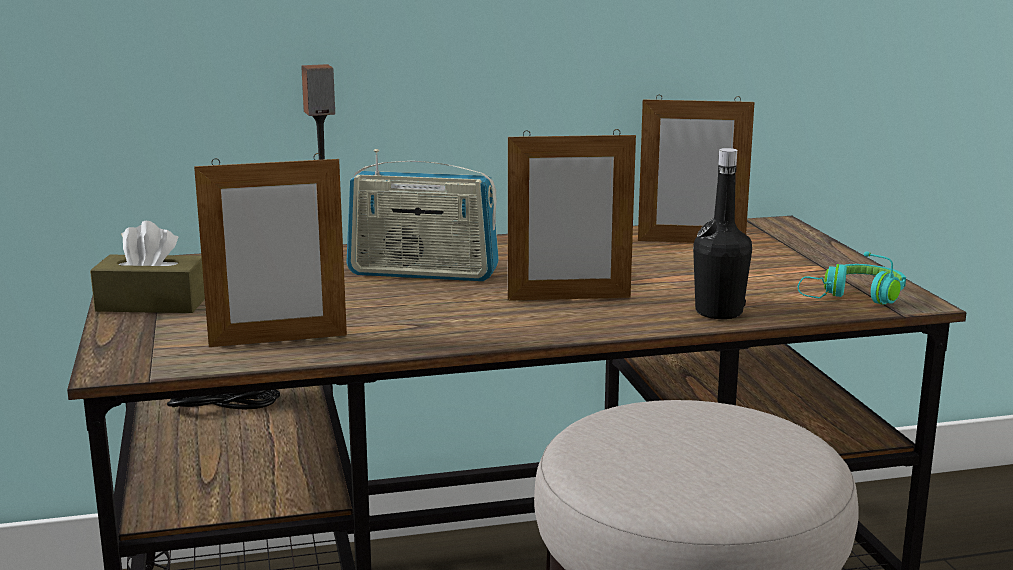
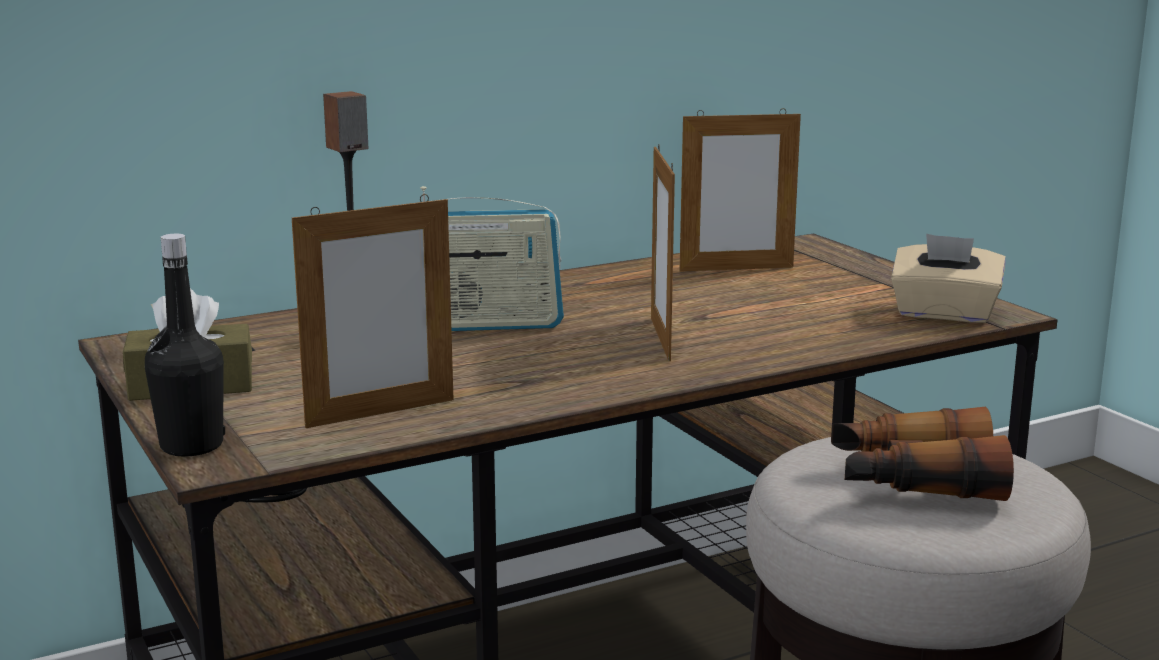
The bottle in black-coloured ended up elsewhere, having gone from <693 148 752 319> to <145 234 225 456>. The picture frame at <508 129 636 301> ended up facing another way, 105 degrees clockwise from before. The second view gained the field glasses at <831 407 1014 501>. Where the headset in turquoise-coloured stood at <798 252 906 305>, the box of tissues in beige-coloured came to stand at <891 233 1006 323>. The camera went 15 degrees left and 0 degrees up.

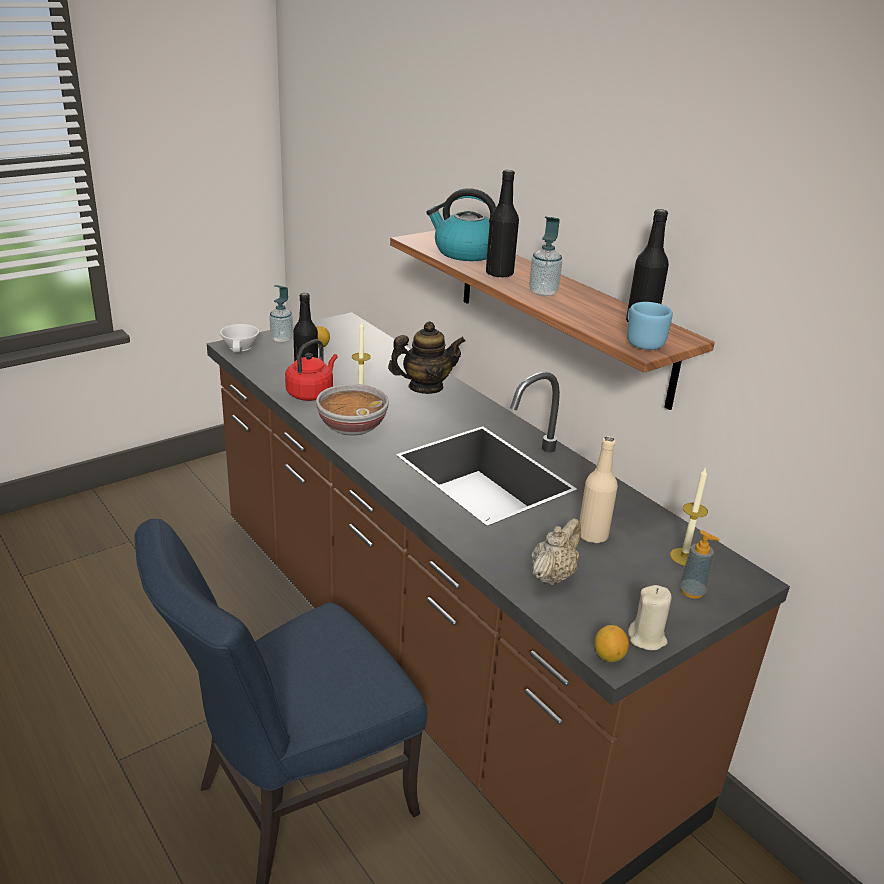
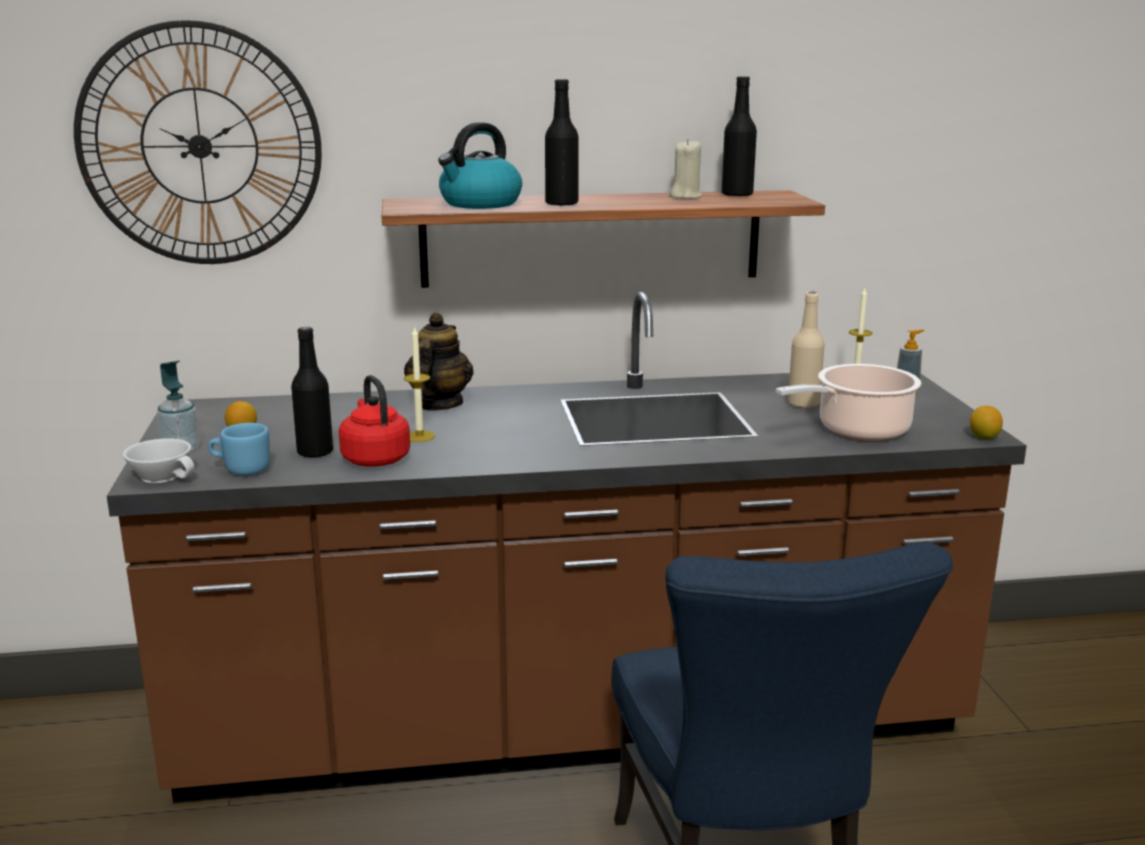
The second view gained the clock on the wall at <74 20 322 264>. The tea mug in bluish ended up elsewhere, having gone from <627 302 673 350> to <208 423 270 475>. The wax candle in beige-coloured ended up elsewhere, having gone from <628 585 672 650> to <669 139 703 199>. Where the teapot in beige-coloured stood at <531 518 581 585>, the stockpot came to stand at <776 364 921 440>. The second view lost the bowl at <316 384 389 436>. The second view lost the soap dispenser at <529 216 562 296>. The camera went 60 degrees left and 10 degrees down.

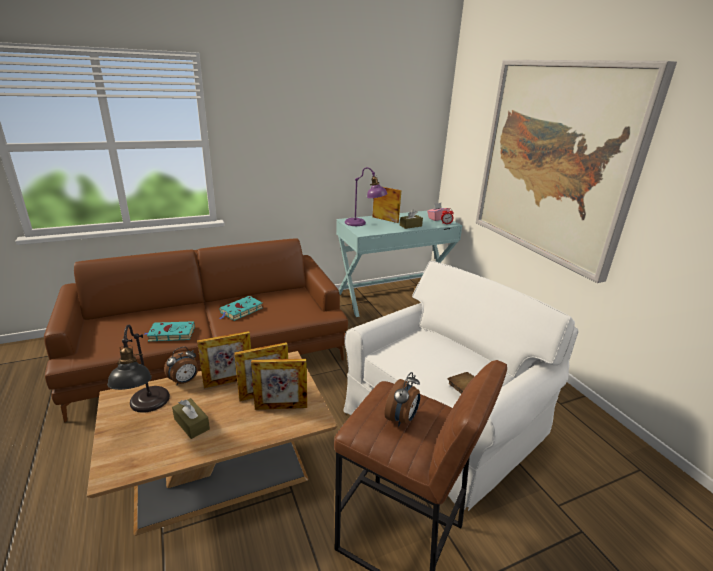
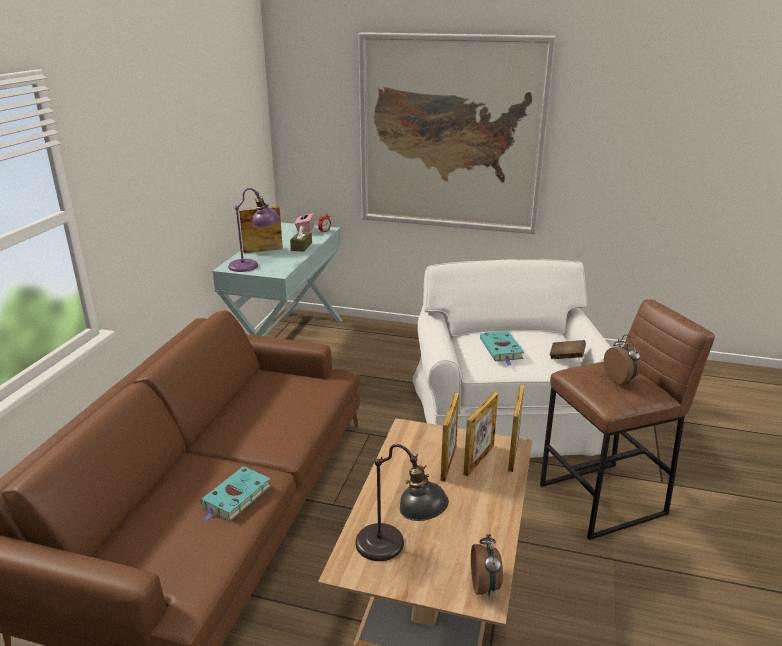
The table clock ended up elsewhere, having gone from <164 347 198 385> to <471 534 503 596>. The volume in turquoise-coloured ended up elsewhere, having gone from <219 296 263 321> to <480 331 524 366>. The picture frame ended up elsewhere, having gone from <197 331 251 388> to <508 385 524 472>. The second view lost the box of tissues in brownish at <172 398 210 439>. The camera went 50 degrees left and 0 degrees up.

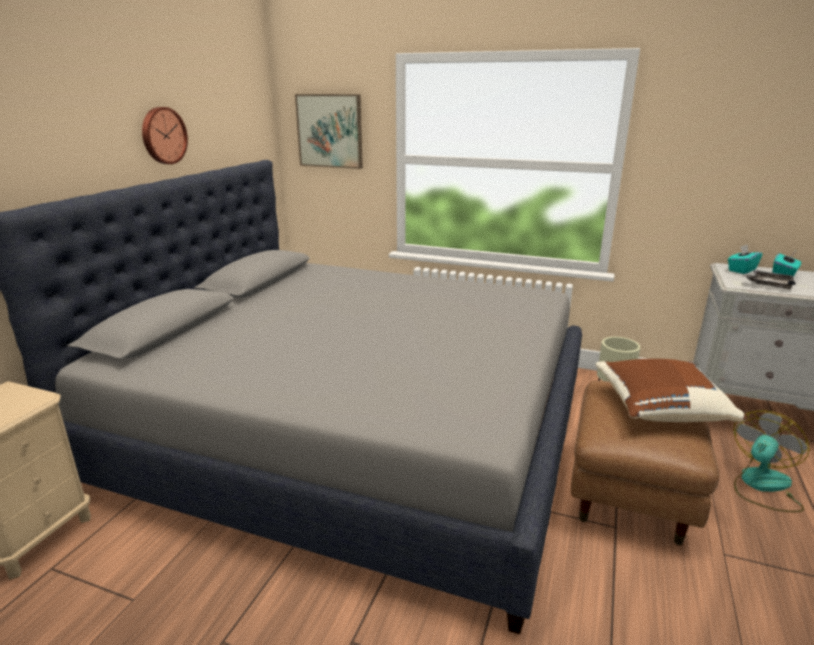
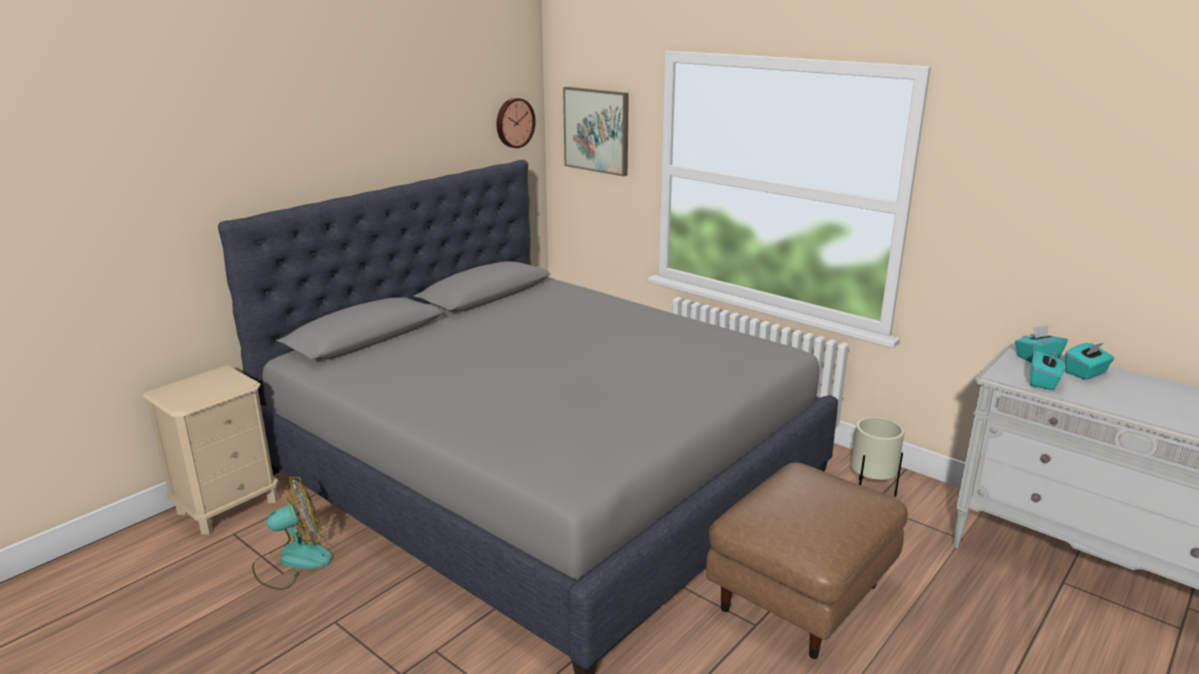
The electric fan ended up elsewhere, having gone from <733 410 810 512> to <252 476 332 590>. The clock on the wall ended up elsewhere, having gone from <142 107 188 164> to <497 98 536 148>. Where the serving tray in grey stood at <743 270 796 289>, the box of tissues in turquoise-coloured came to stand at <1030 350 1065 390>. The second view lost the cushion in brownish at <595 359 746 422>. The camera went 20 degrees right and 0 degrees up.

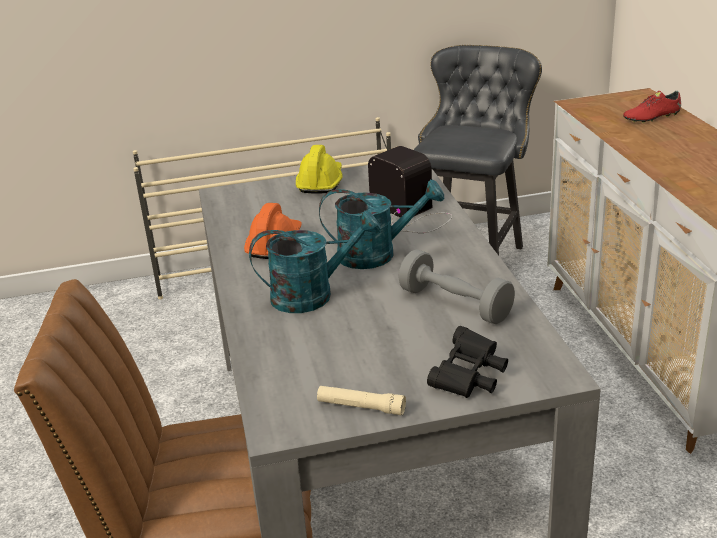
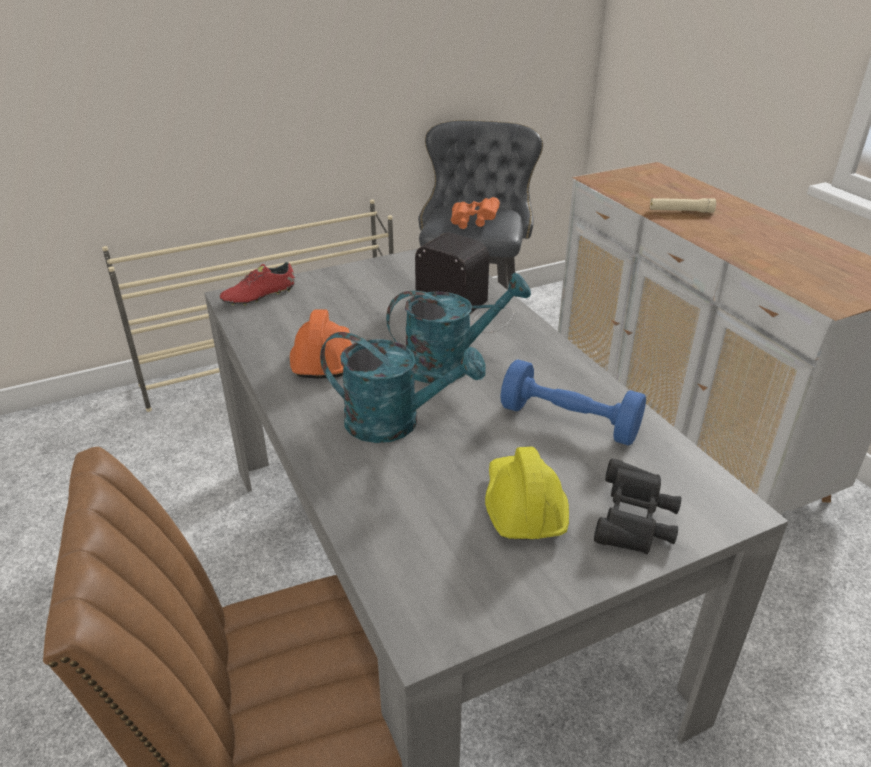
The low shoe in reddish ended up elsewhere, having gone from <623 91 681 123> to <220 262 295 305>. The watering can in turquoise-coloured at <249 210 381 313> ended up facing another way, 45 degrees clockwise from before. The second view gained the field glasses in orange-coloured at <451 197 500 229>. The hard hat in yellowish ended up elsewhere, having gone from <296 145 343 194> to <485 446 569 540>. What was the hand weight in grey at <398 249 515 324> turned into the hand weight in bluish at <500 359 646 445>. The flashlight in beige-coloured ended up elsewhere, having gone from <317 386 406 415> to <650 198 716 213>. The camera went 15 degrees left and 5 degrees up.

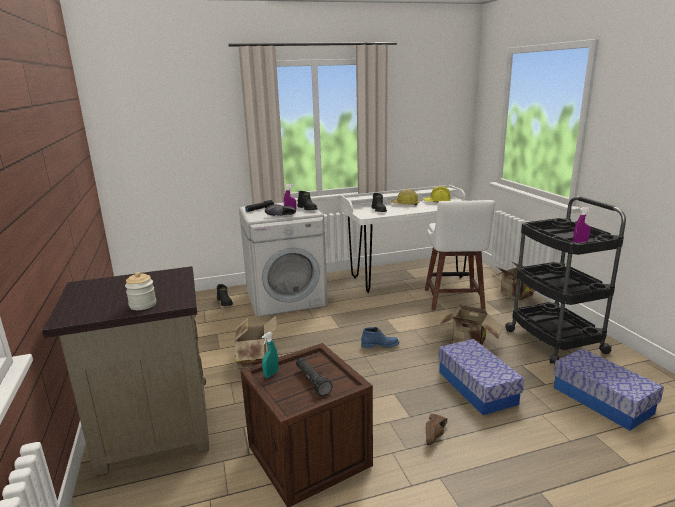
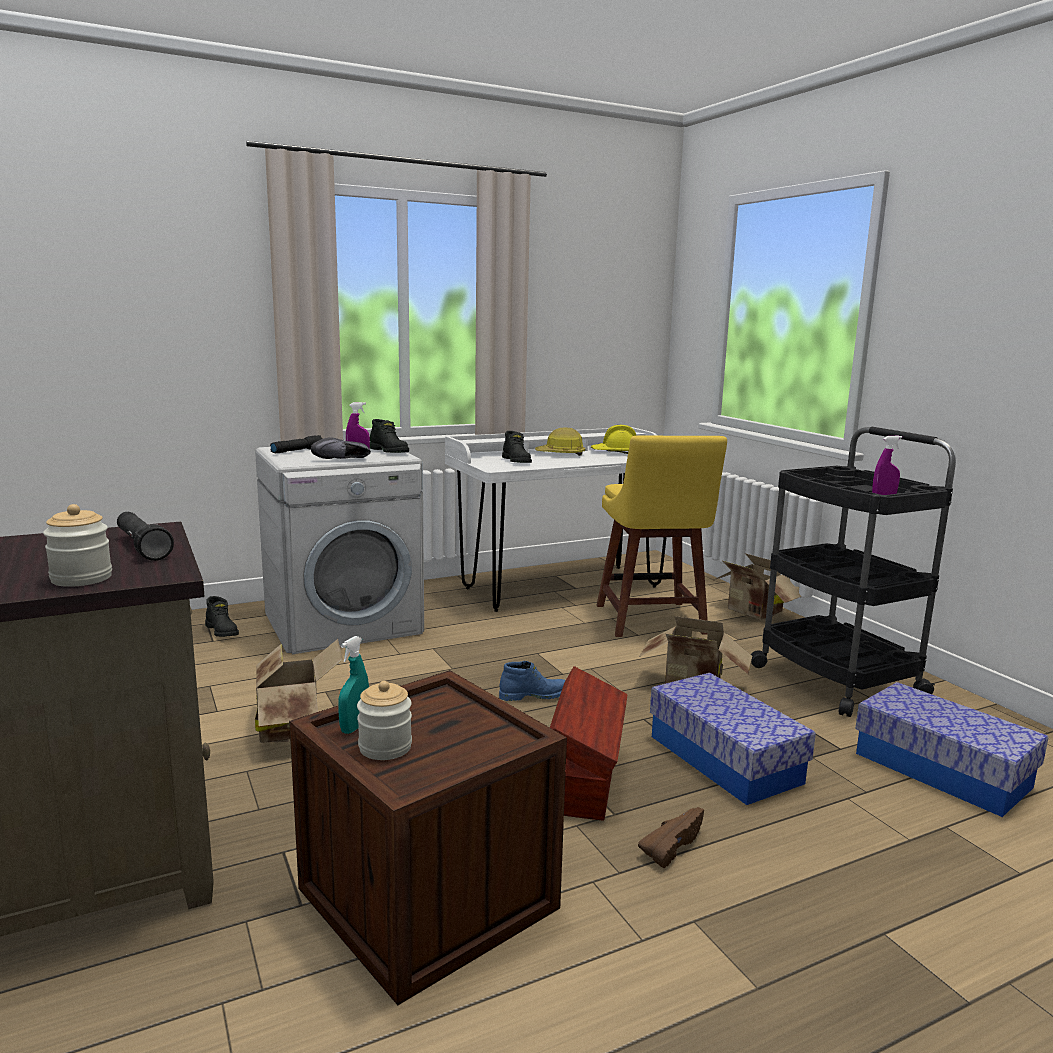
The flashlight in black-coloured ended up elsewhere, having gone from <296 358 333 396> to <117 512 174 561>. The second view gained the storage jar at <357 681 412 760>. The second view gained the storage container in brownish at <550 666 627 821>. What was the stool in white at <425 200 495 310> turned into the stool in yellowish at <597 435 727 637>. The low shoe in brownish at <426 414 447 445> ended up facing another way, 150 degrees counterclockwise from before. The camera went 10 degrees left and 5 degrees down.

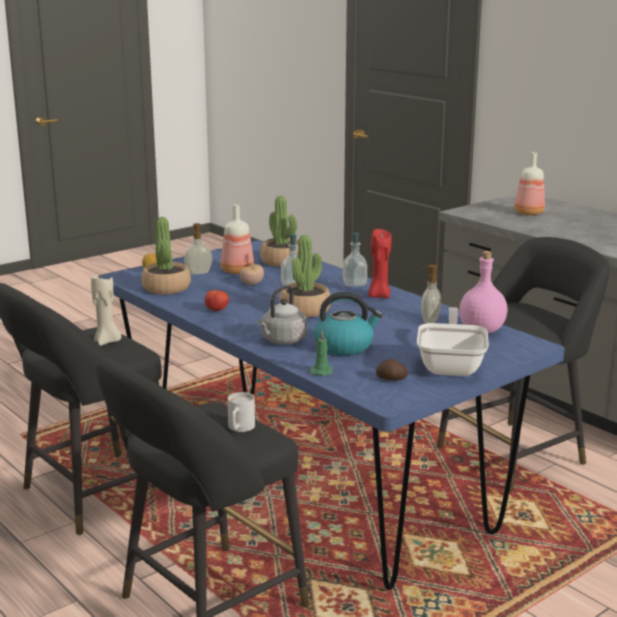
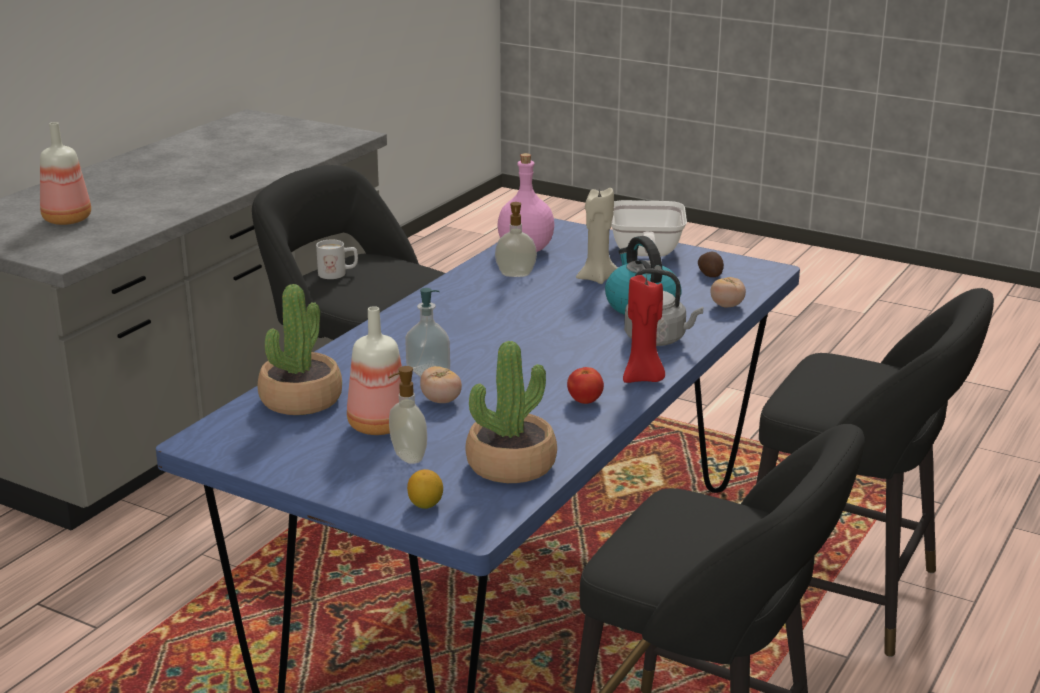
The tea mug in white ended up elsewhere, having gone from <228 392 255 432> to <316 239 358 279>. The wax candle in beige-coloured ended up elsewhere, having gone from <91 273 122 346> to <576 187 617 284>. The frying pan at <417 307 489 376> ended up facing another way, 75 degrees counterclockwise from before. The wax candle in reddish ended up elsewhere, having gone from <368 229 392 298> to <623 275 665 383>. Where the wax candle in green stood at <310 331 333 376>, the whole tomato came to stand at <710 277 746 307>. The second view lost the potted plant at <279 235 331 318>. The second view lost the soap dispenser at <343 233 367 286>. The camera went 110 degrees left and 5 degrees up.

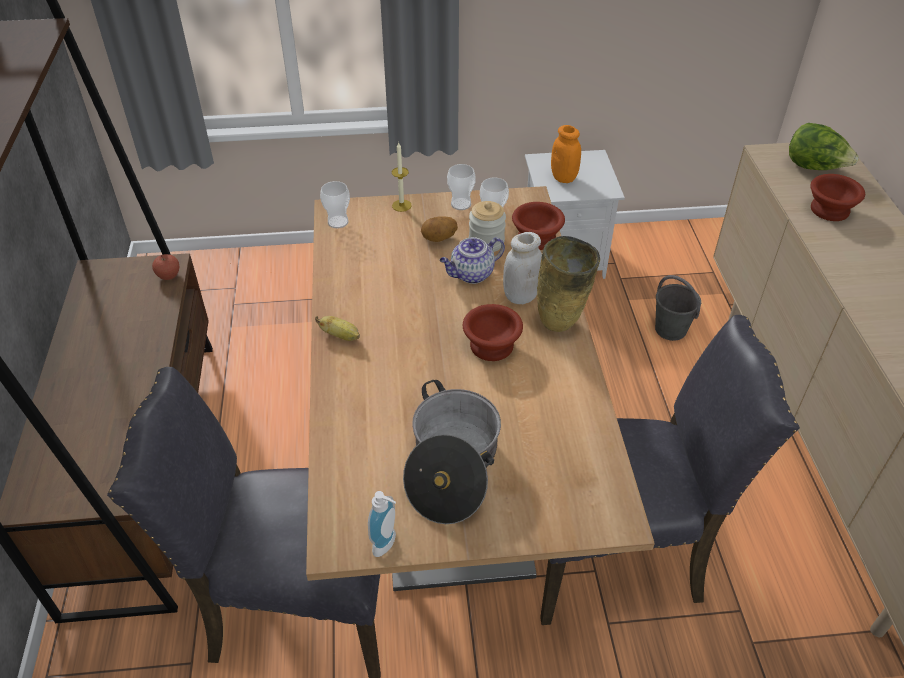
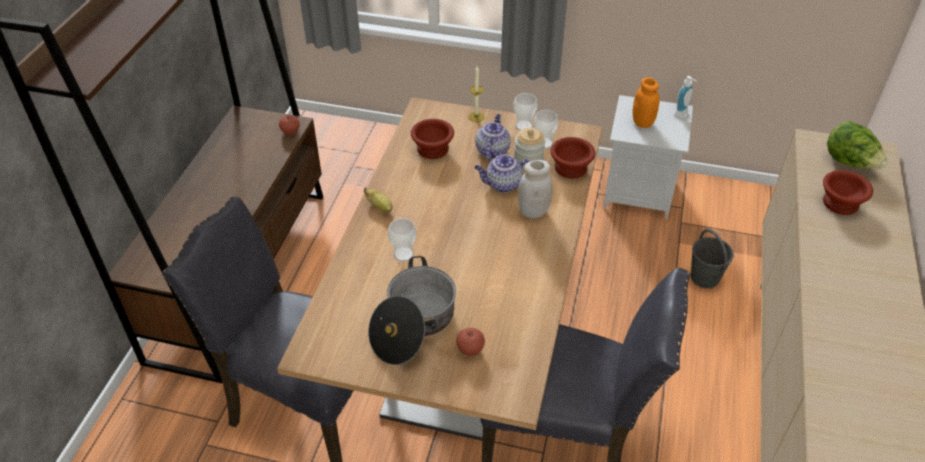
The small cup ended up elsewhere, having gone from <320 181 350 228> to <388 218 416 262>. The bowl in brownish ended up elsewhere, having gone from <463 304 523 361> to <411 119 454 159>. The second view gained the apple fruit at <456 328 485 356>. Where the whole potato stood at <421 216 458 242>, the teapot came to stand at <475 114 511 160>. The soap dispenser ended up elsewhere, having gone from <368 491 396 557> to <675 76 697 117>. The second view lost the vase in beige-coloured at <537 236 600 332>. The camera went 20 degrees right and 0 degrees up.

